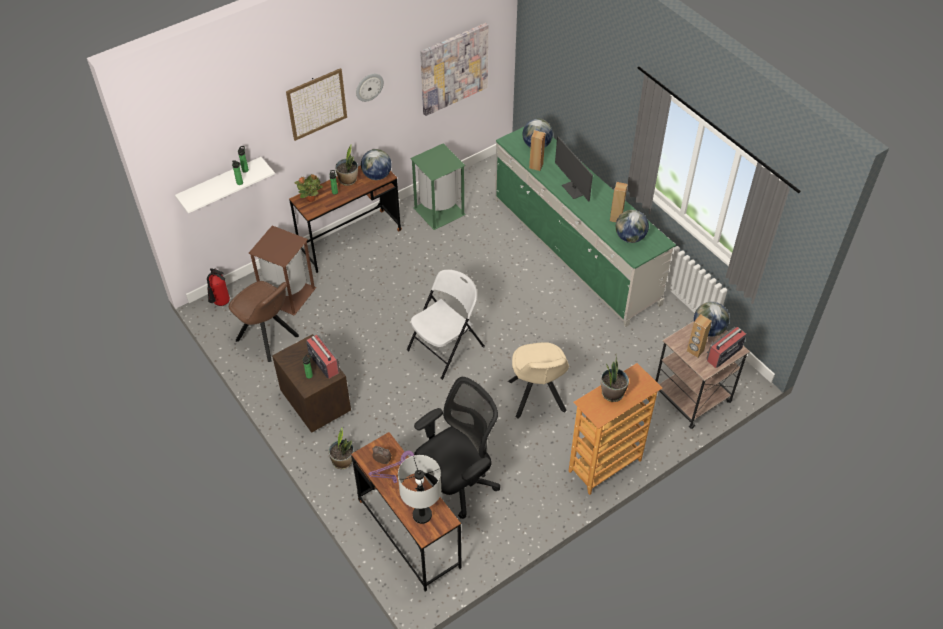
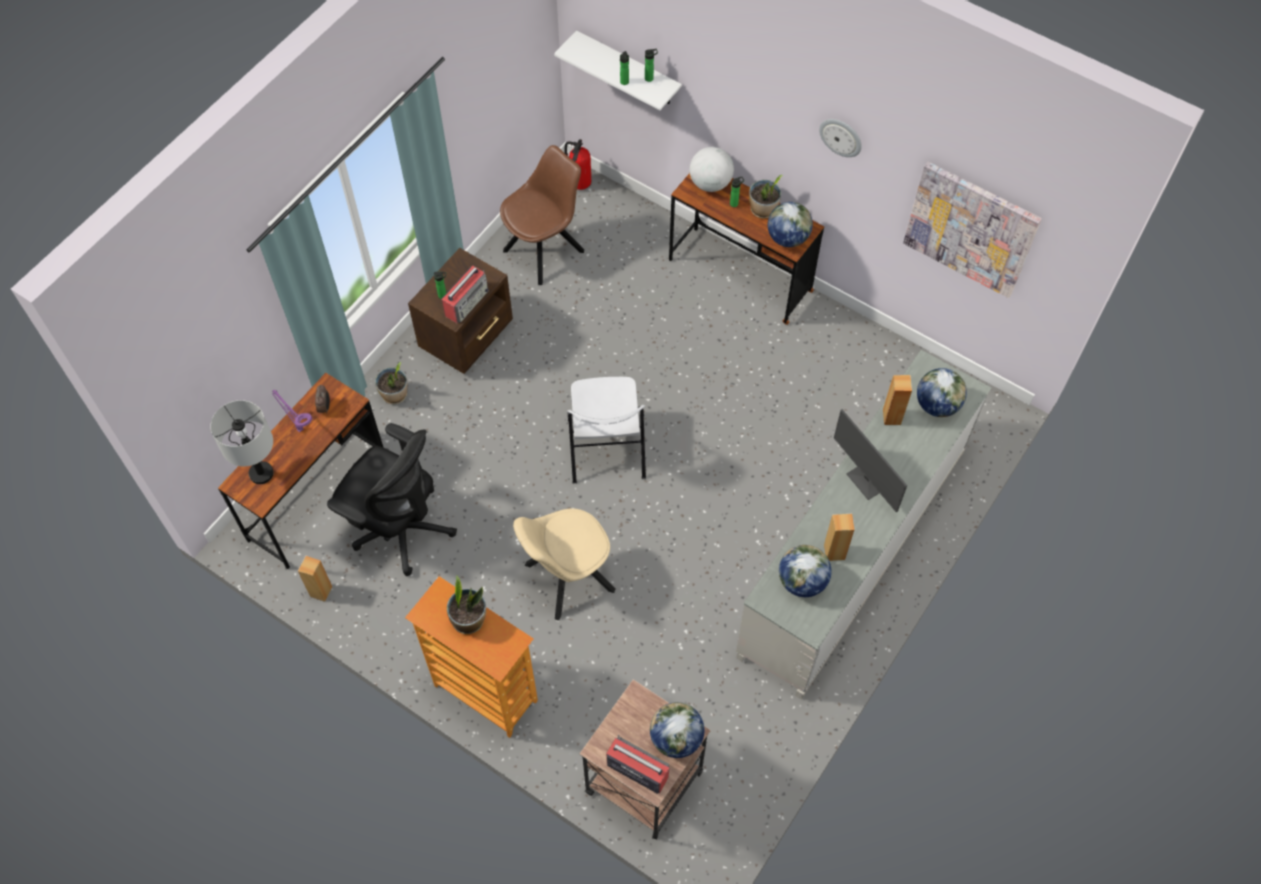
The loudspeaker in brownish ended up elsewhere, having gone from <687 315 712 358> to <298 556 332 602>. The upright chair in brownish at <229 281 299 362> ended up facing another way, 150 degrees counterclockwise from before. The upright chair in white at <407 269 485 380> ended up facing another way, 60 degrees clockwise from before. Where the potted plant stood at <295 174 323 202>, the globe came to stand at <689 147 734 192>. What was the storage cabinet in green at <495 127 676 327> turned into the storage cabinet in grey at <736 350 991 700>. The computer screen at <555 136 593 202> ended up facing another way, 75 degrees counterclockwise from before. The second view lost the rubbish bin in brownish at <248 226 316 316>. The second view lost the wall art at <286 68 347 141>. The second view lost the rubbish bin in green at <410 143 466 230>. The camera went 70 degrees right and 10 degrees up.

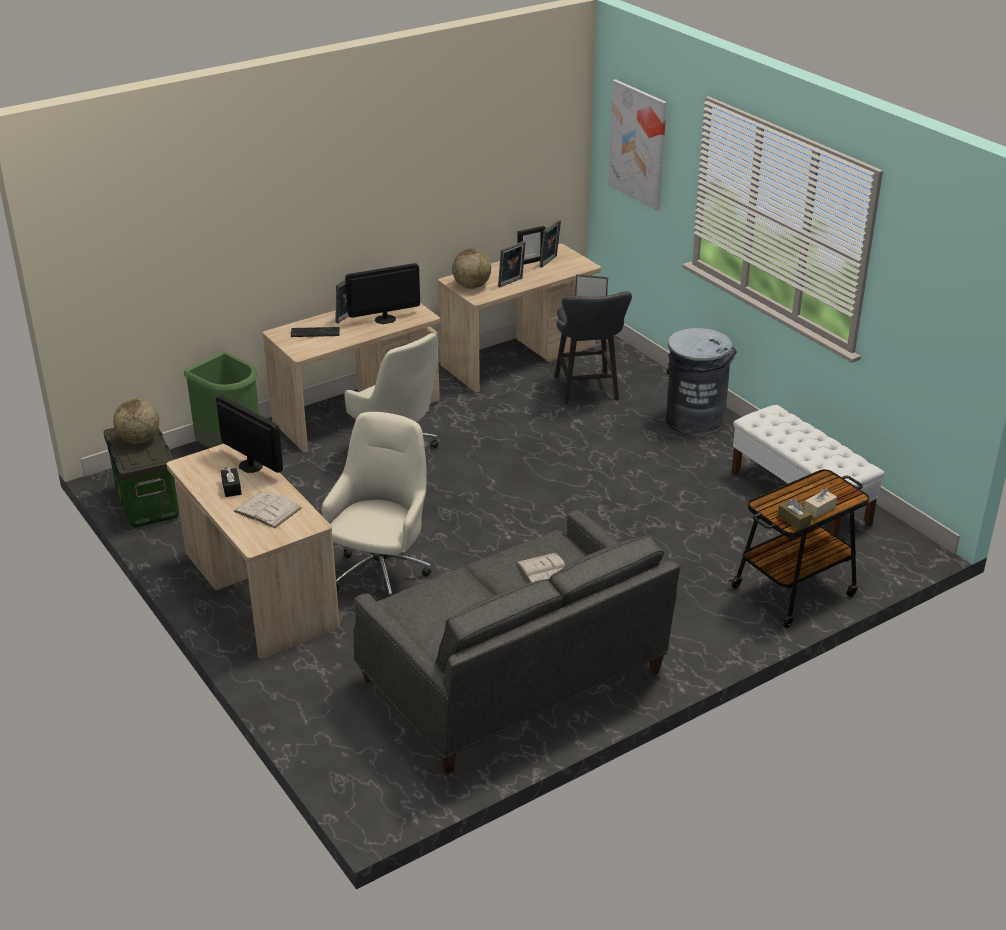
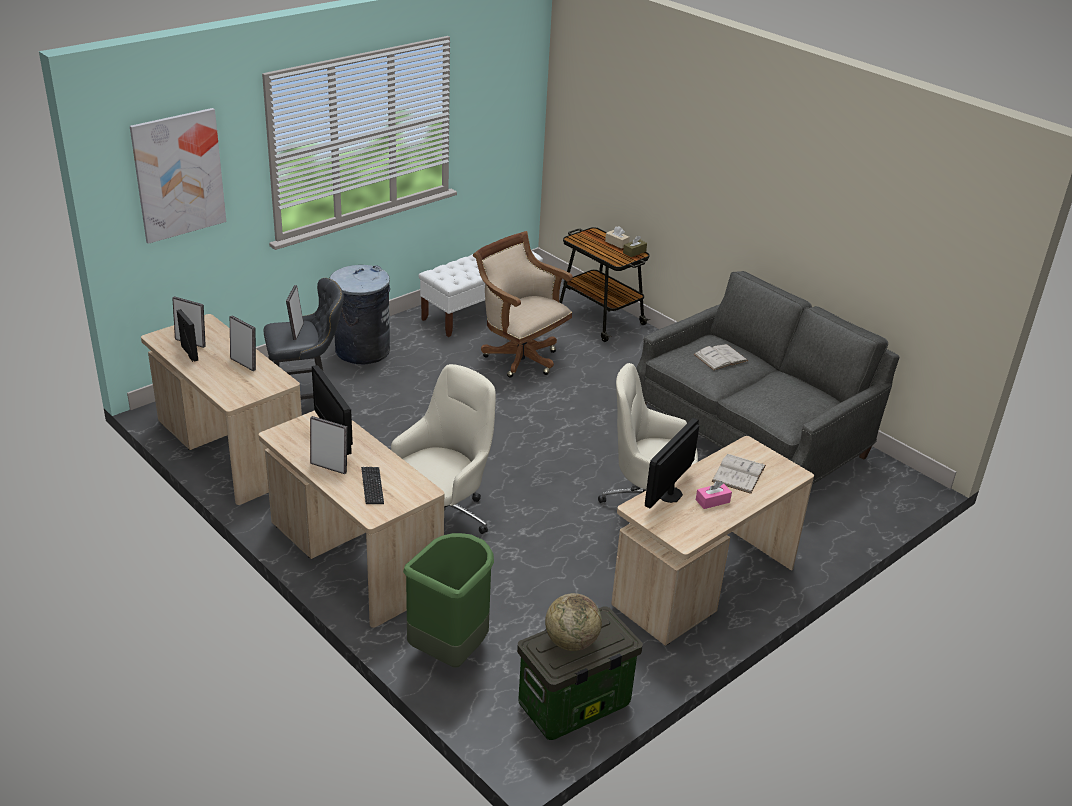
The second view gained the office chair at <473 231 573 378>. What was the box of tissues in black-coloured at <221 466 241 497> turned into the box of tissues in pink at <696 481 732 509>. The second view lost the globe at <452 249 491 289>. The camera went 100 degrees left and 0 degrees up.

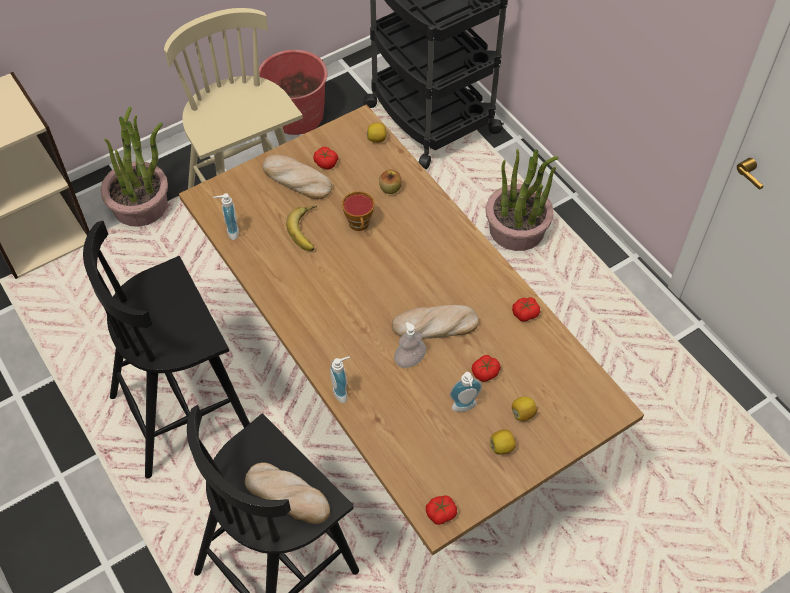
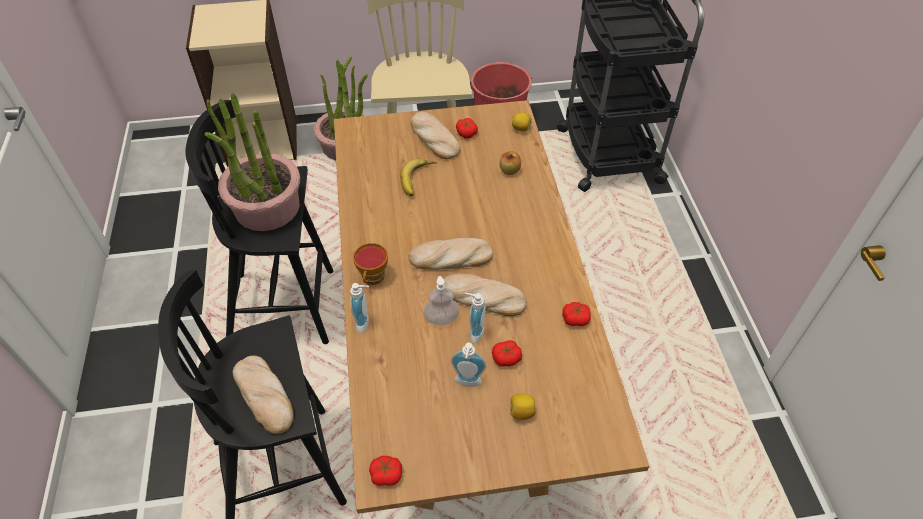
The potted plant ended up elsewhere, having gone from <486 149 559 251> to <205 93 300 231>. The small cup ended up elsewhere, having gone from <342 191 375 231> to <353 243 388 285>. The second view gained the bread at <409 238 493 270>. The soap dispenser ended up elsewhere, having gone from <214 193 239 240> to <465 293 486 343>. The second view lost the lemon at <490 429 516 455>. The camera went 25 degrees right and 5 degrees down.

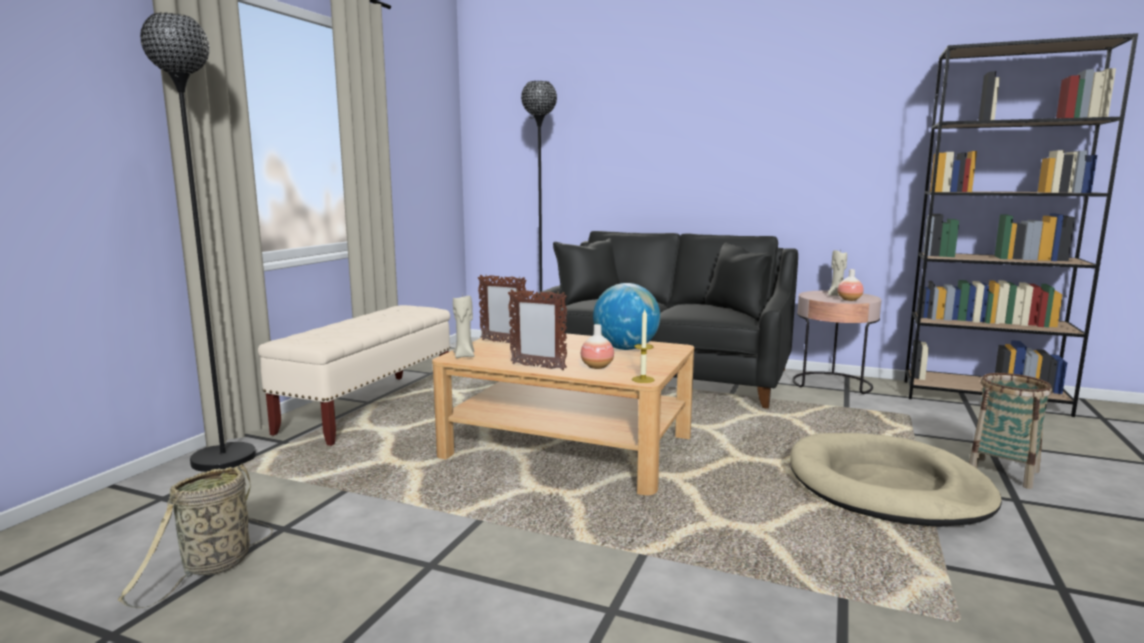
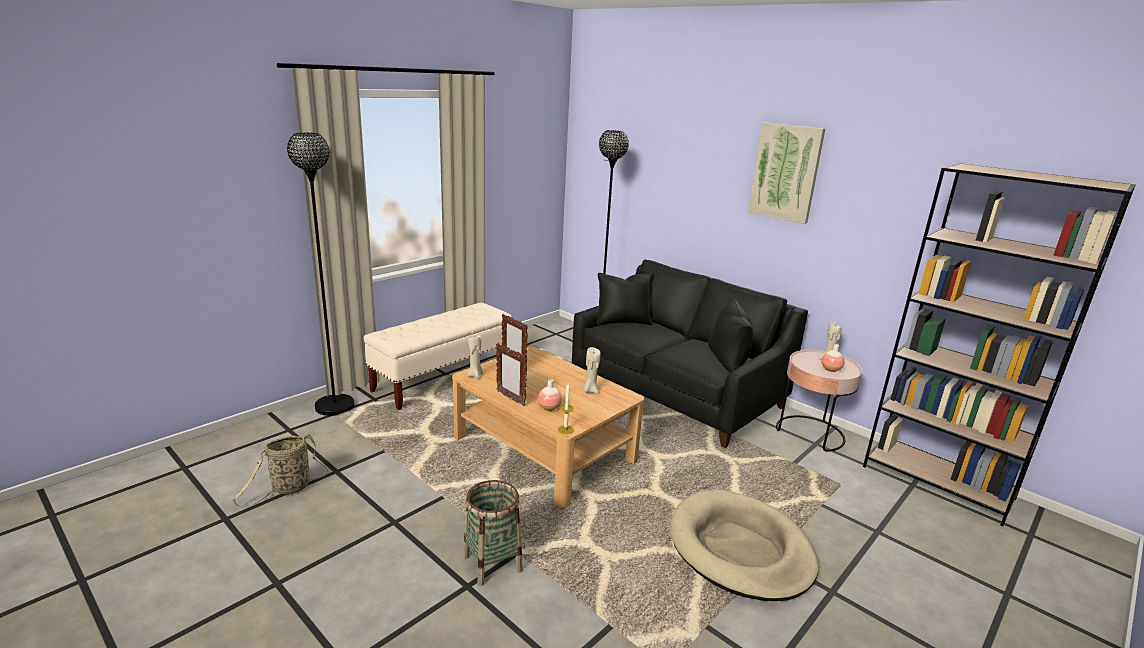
The household basket ended up elsewhere, having gone from <969 373 1052 489> to <463 480 523 586>. Where the globe stood at <593 283 660 350>, the wax candle in beige-coloured came to stand at <584 347 600 393>. The second view gained the wall art at <748 122 825 224>. The camera went 20 degrees right and 10 degrees up.

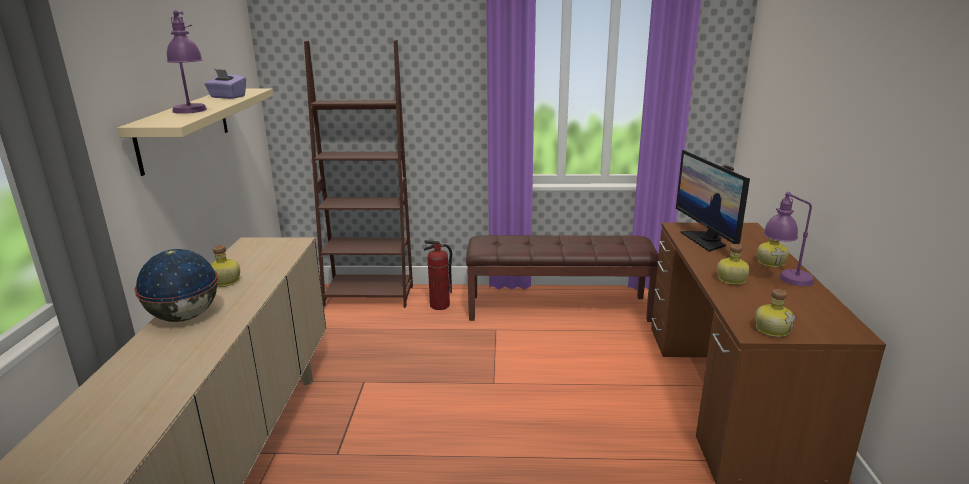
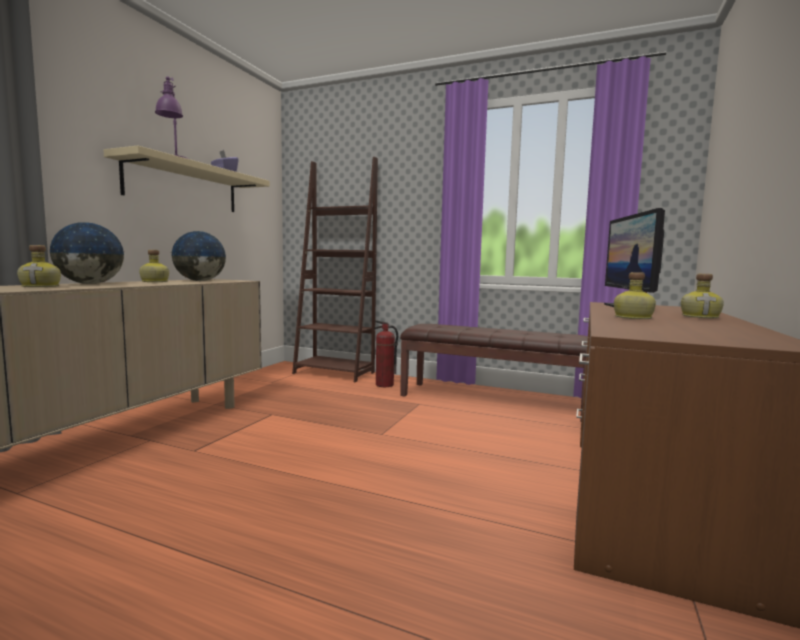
The bottle ended up elsewhere, having gone from <755 289 795 337> to <17 245 61 287>. The second view gained the globe at <172 231 226 281>. The second view lost the lamp for a table in purple at <763 192 814 286>. The camera went 20 degrees right and 15 degrees down.

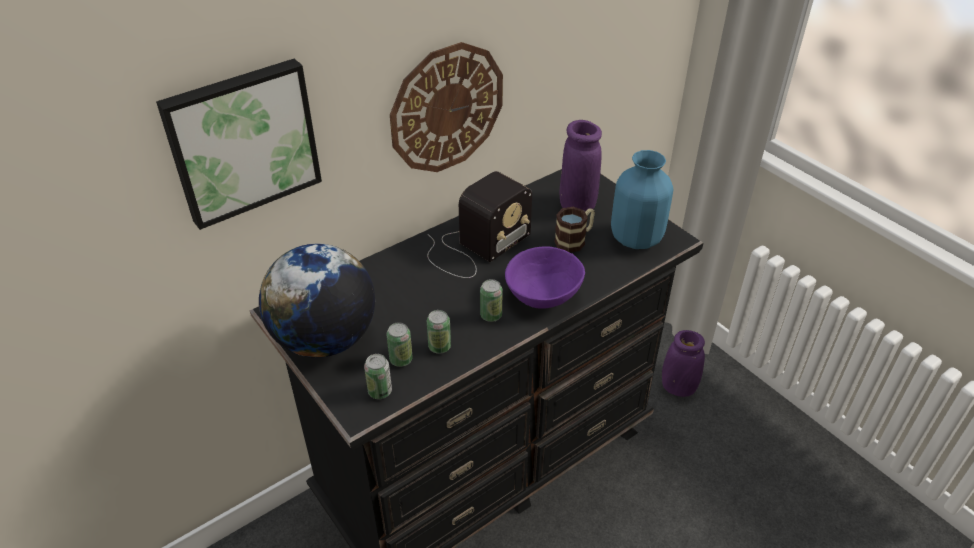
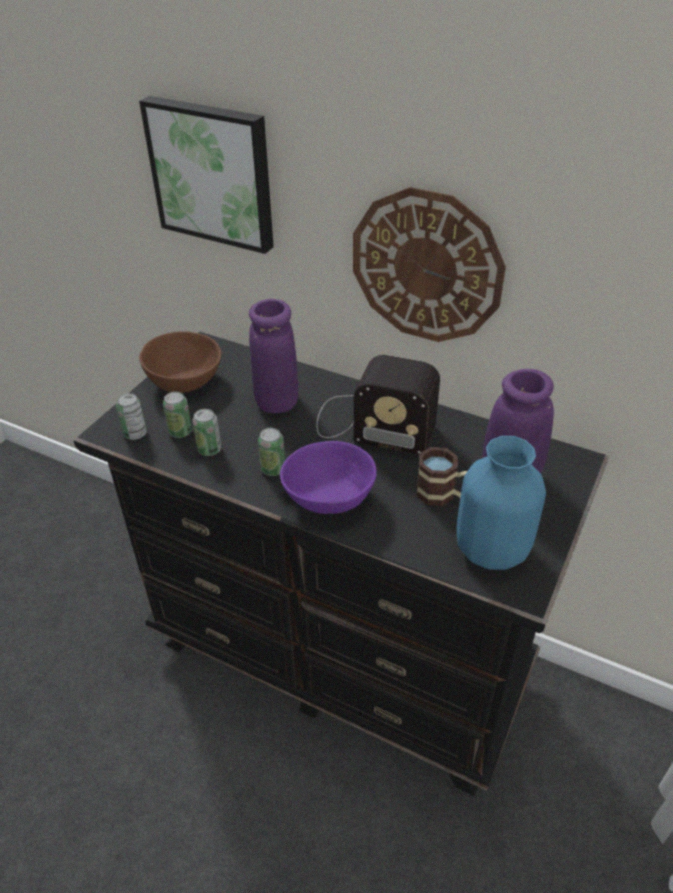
Where the globe stood at <259 244 375 358>, the bowl in brownish came to stand at <139 331 221 393>. The vase in purple ended up elsewhere, having gone from <662 330 705 397> to <249 299 298 413>. The camera went 65 degrees right and 0 degrees up.

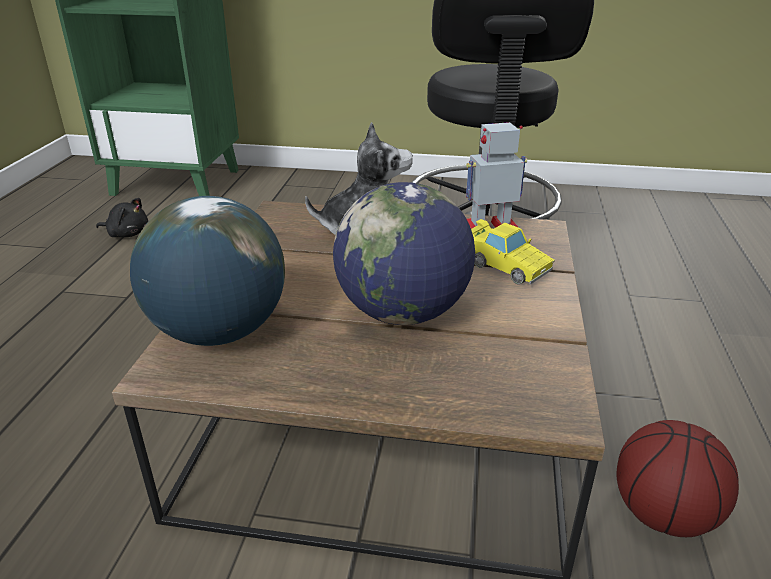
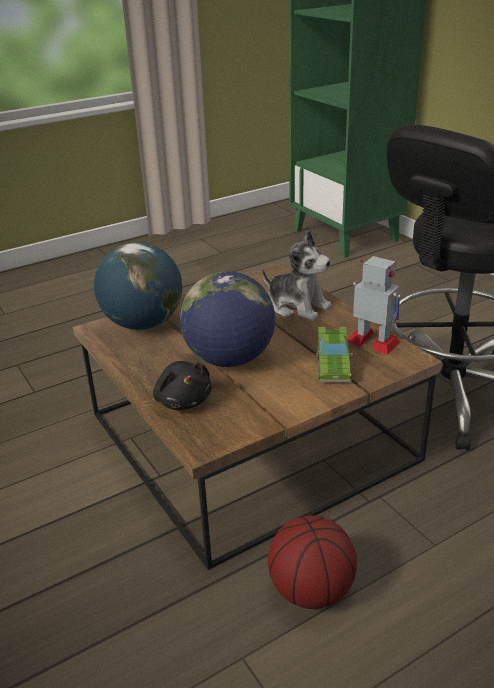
The soft toy in black-coloured ended up elsewhere, having gone from <96 198 148 237> to <153 361 212 410>. What was the miniature car in yellowish at <471 219 555 285> turned into the miniature car in green at <316 327 353 382>. The camera went 50 degrees right and 0 degrees up.

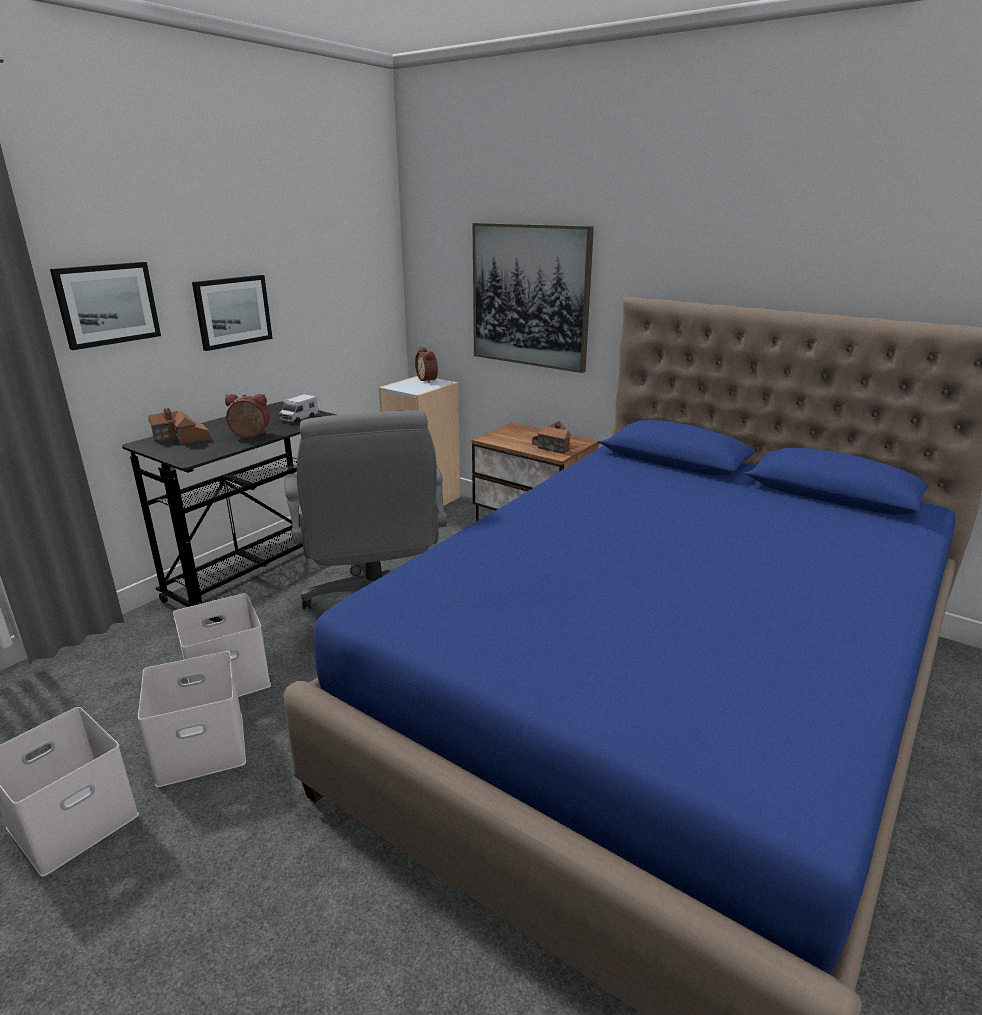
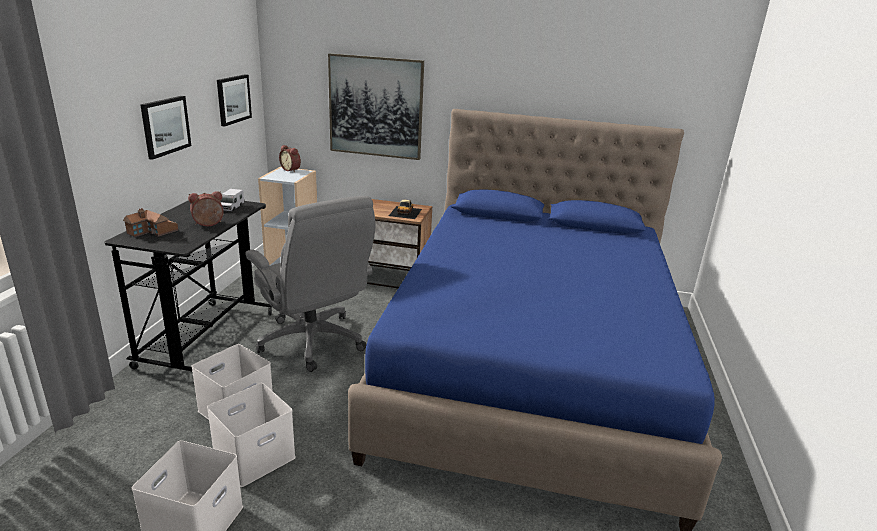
The wall art ended up elsewhere, having gone from <50 262 161 350> to <217 74 252 126>. Where the miniature house stood at <532 421 571 454>, the miniature car came to stand at <389 200 422 219>. The camera went 25 degrees left and 0 degrees up.

